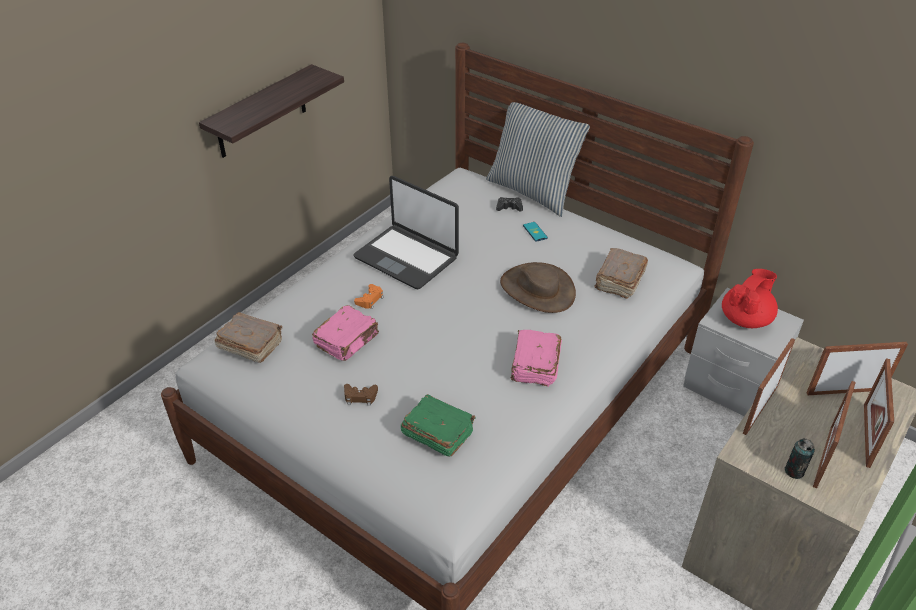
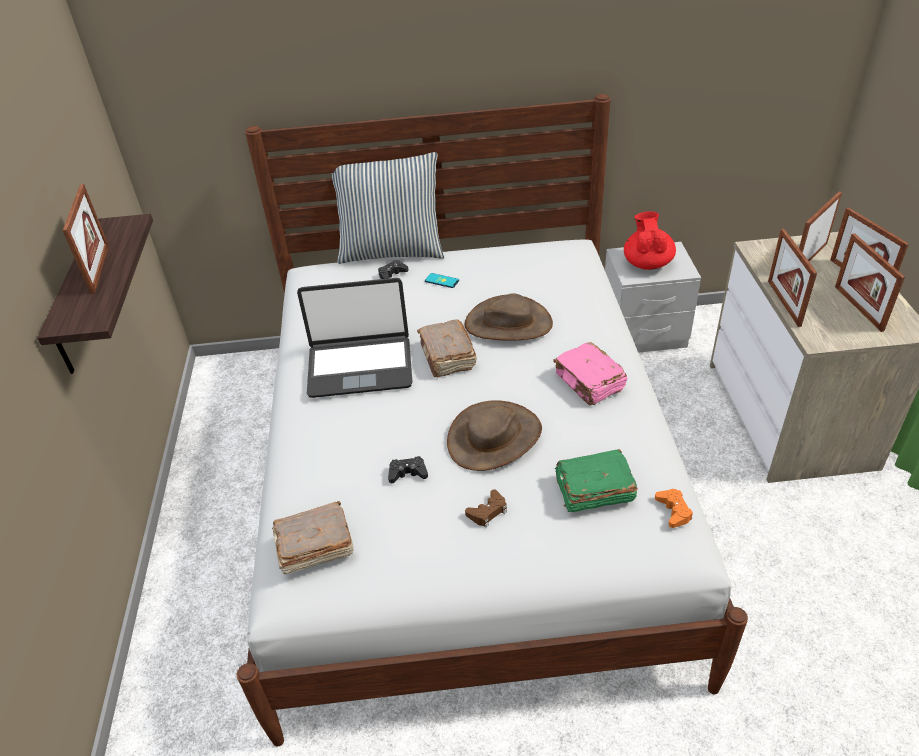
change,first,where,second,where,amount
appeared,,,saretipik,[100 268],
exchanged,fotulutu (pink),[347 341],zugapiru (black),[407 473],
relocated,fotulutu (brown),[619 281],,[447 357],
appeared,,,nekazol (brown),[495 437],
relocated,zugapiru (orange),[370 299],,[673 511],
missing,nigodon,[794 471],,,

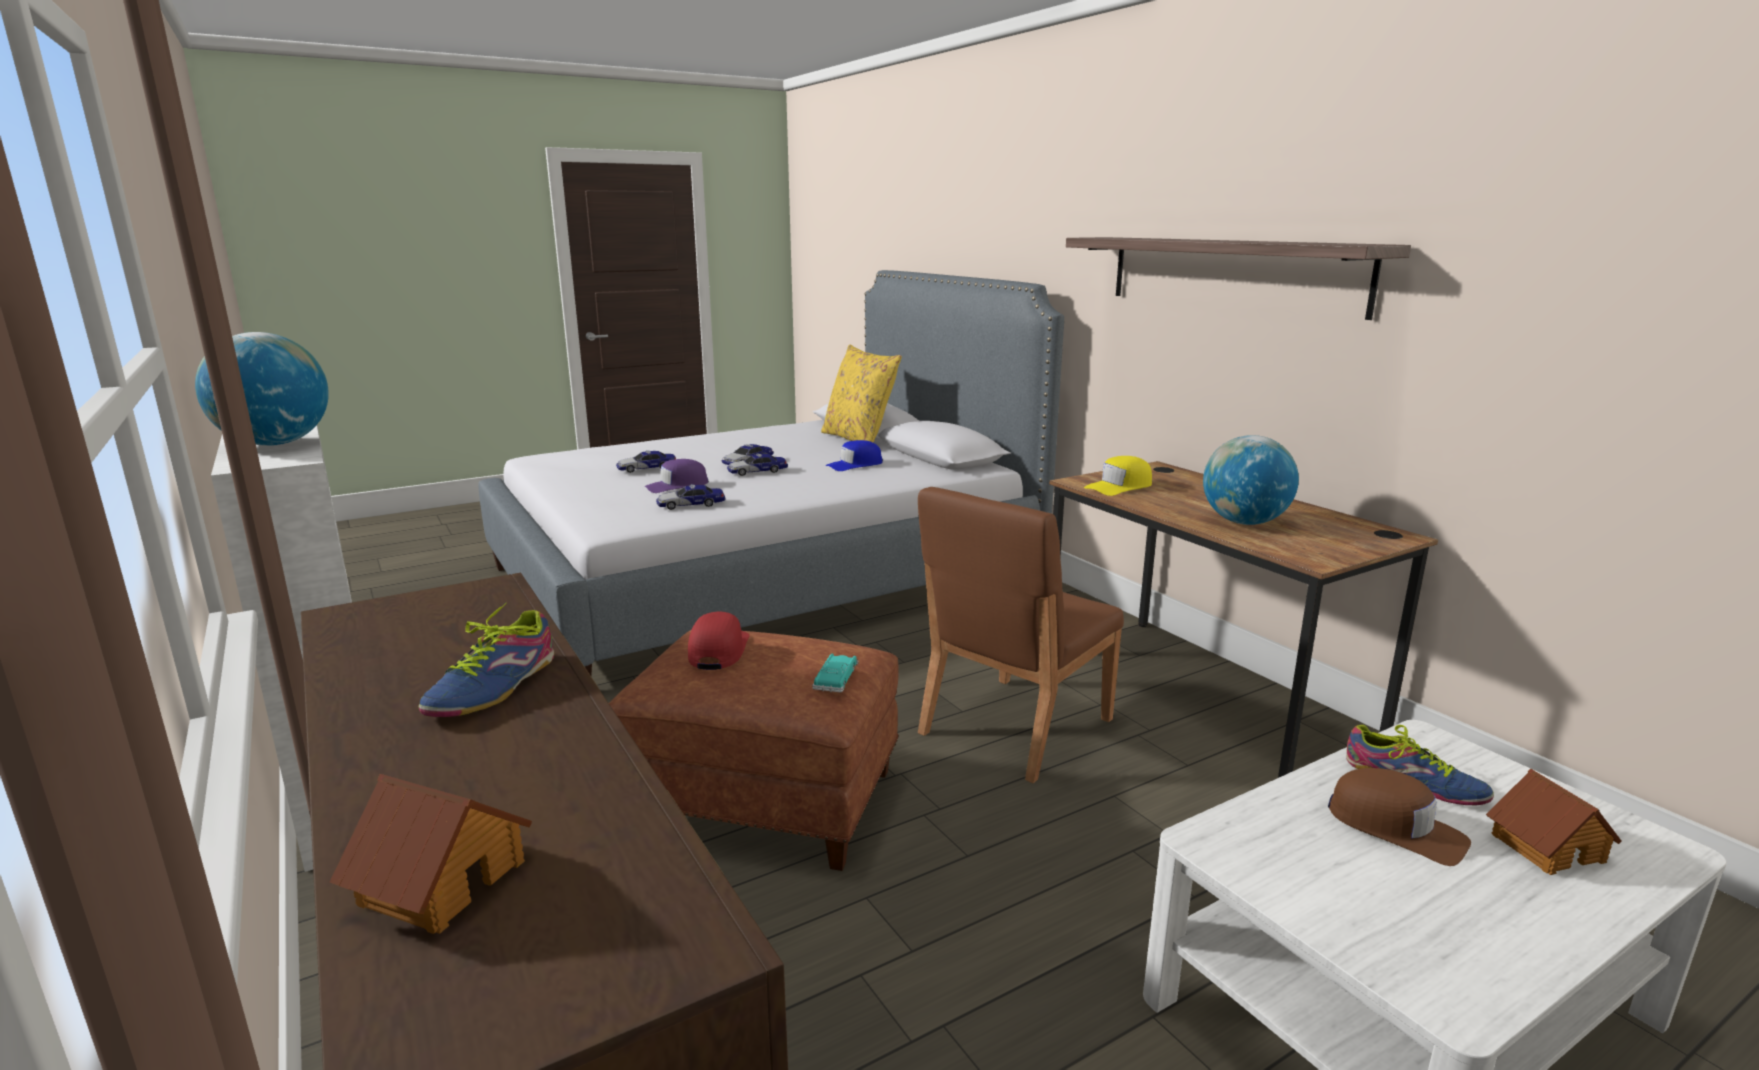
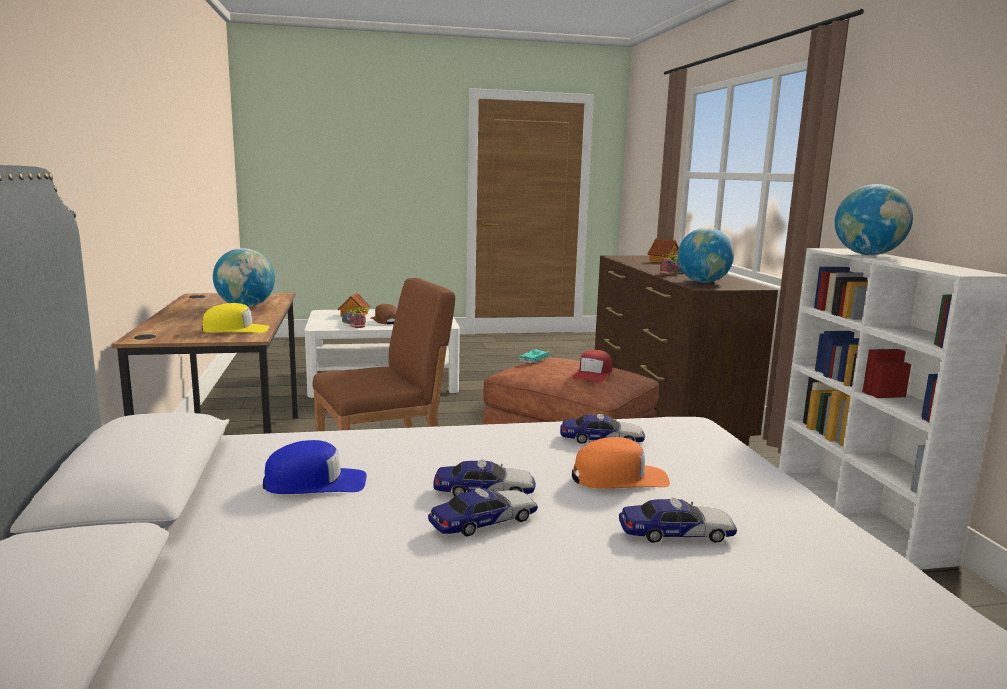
change,first,where,second,where,amount
colour,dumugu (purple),[677 486],dumugu (orange),[619 478],
appeared,,,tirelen,[702 282],
missing,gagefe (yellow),[859 439],,,
missing,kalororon,[1231 273],,,

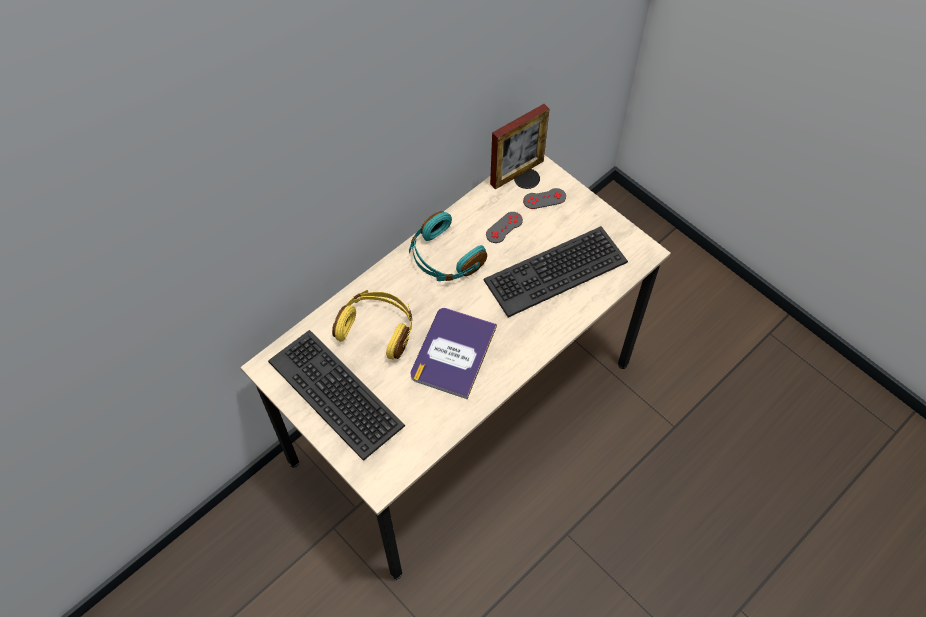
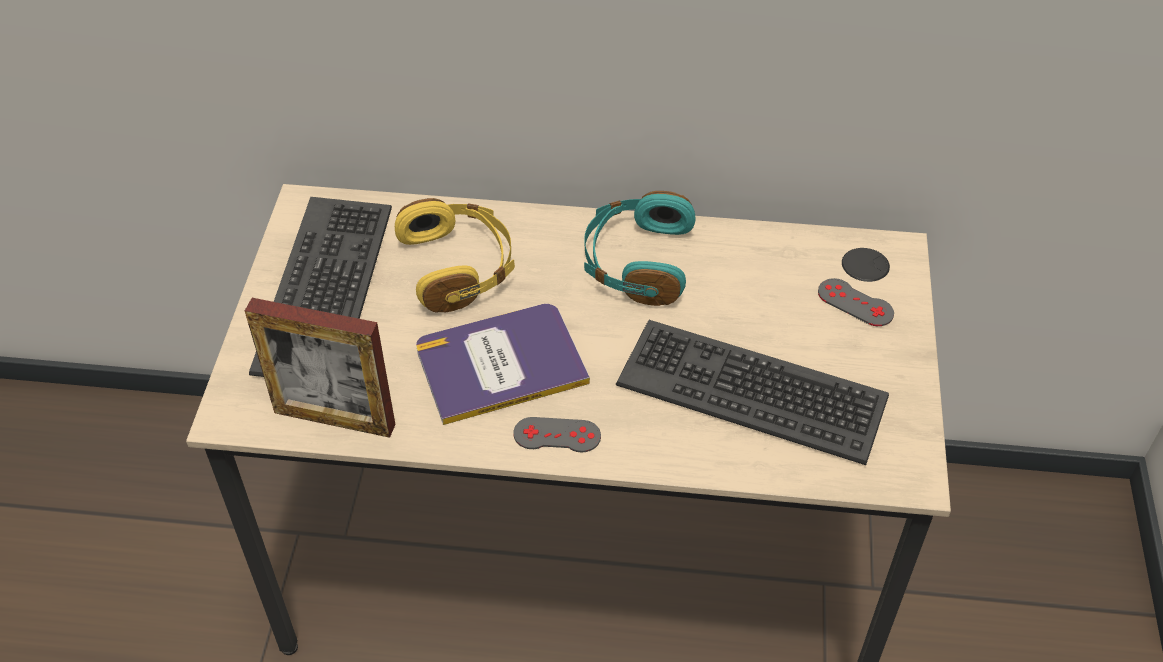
change,first,where,second,where,amount
relocated,saretipik,[517 172],,[334 418],
relocated,zugapiru (grey),[504 227],,[557 435],

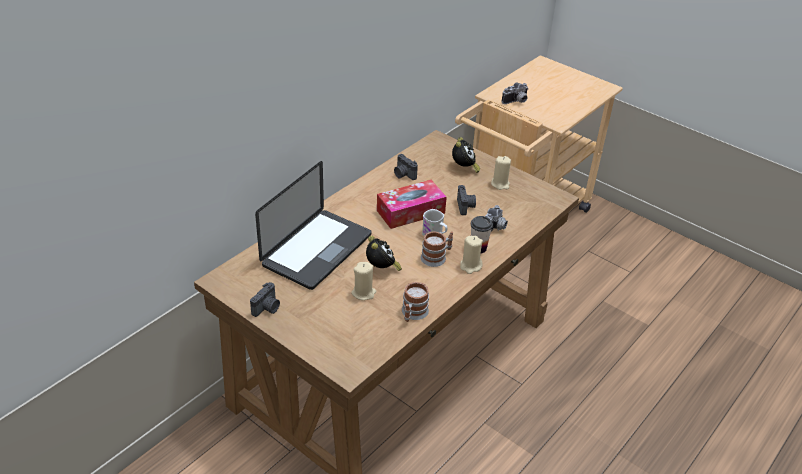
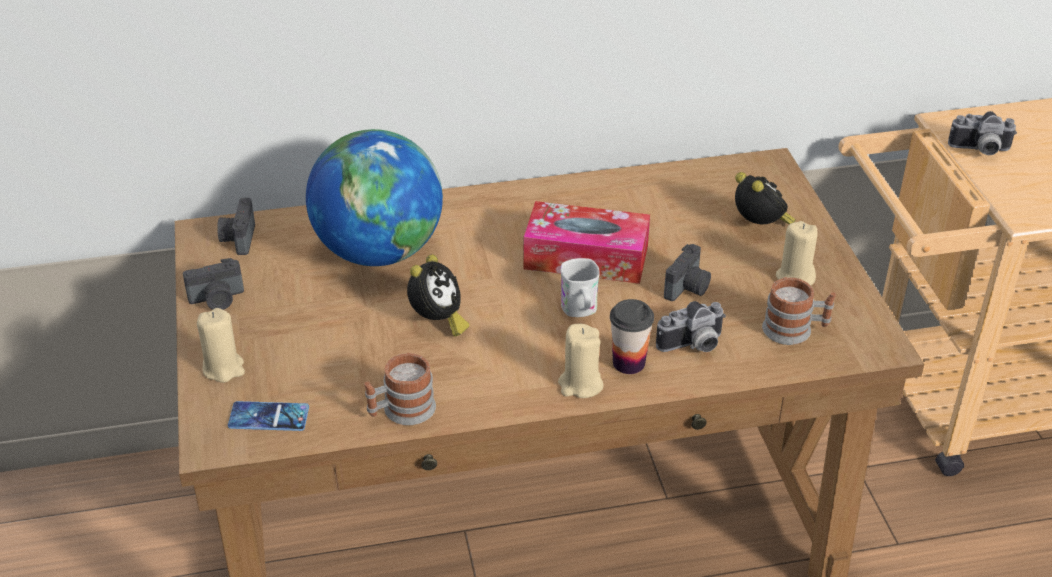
change,first,where,second,where,amount
relocated,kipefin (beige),[363 293],,[223 368],
relocated,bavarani,[403 174],,[238 239],
appeared,,,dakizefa,[269 417],
exchanged,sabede,[317 250],tirelen,[378 252],
spun,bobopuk,[464 168],,[760 227],75 degrees counterclockwise
relocated,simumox,[437 257],,[795 330],

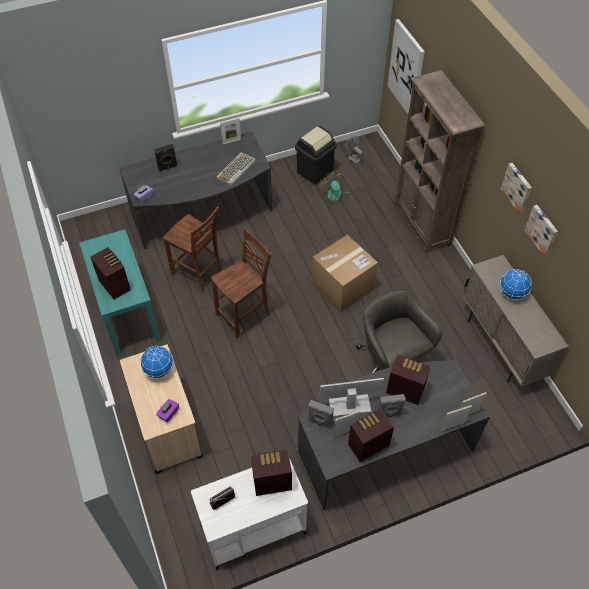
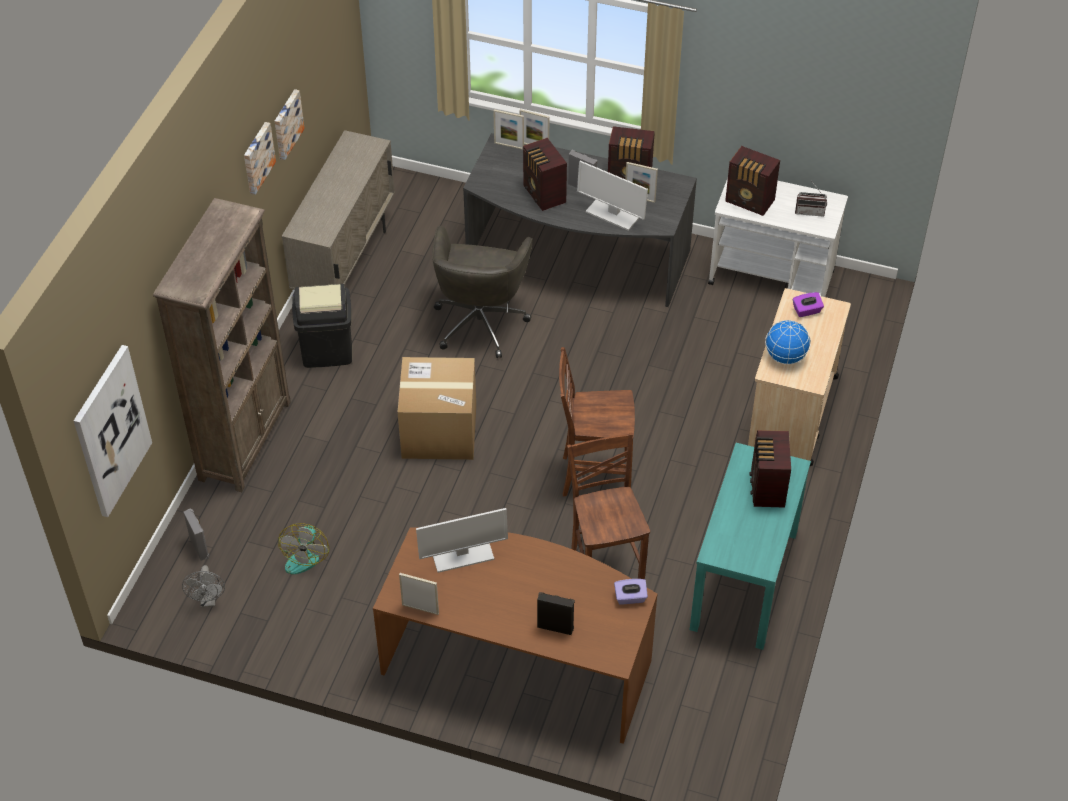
change,first,where,second,where,amount
relocated,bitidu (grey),[319 422],,[200 547],
relocated,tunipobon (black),[314 171],,[327 350],
colour,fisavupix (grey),[202 214],fisavupix (brown),[519 661],
exchanged,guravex,[236 169],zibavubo,[462 555],
missing,tirelen,[512 293],,,

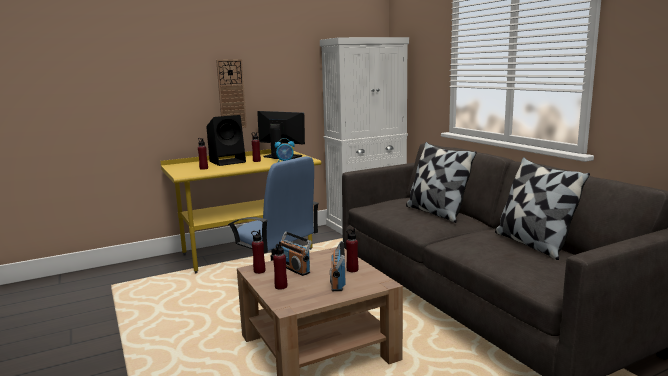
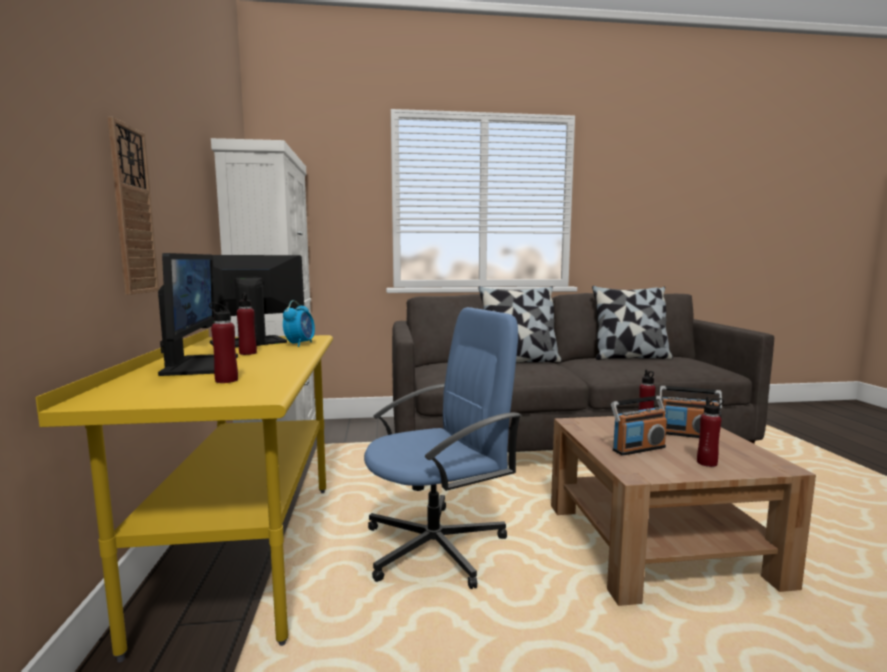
change,first,where,second,where,amount
exchanged,bitidu (black),[228 162],zibavubo,[199 365],
missing,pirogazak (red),[259 271],,,

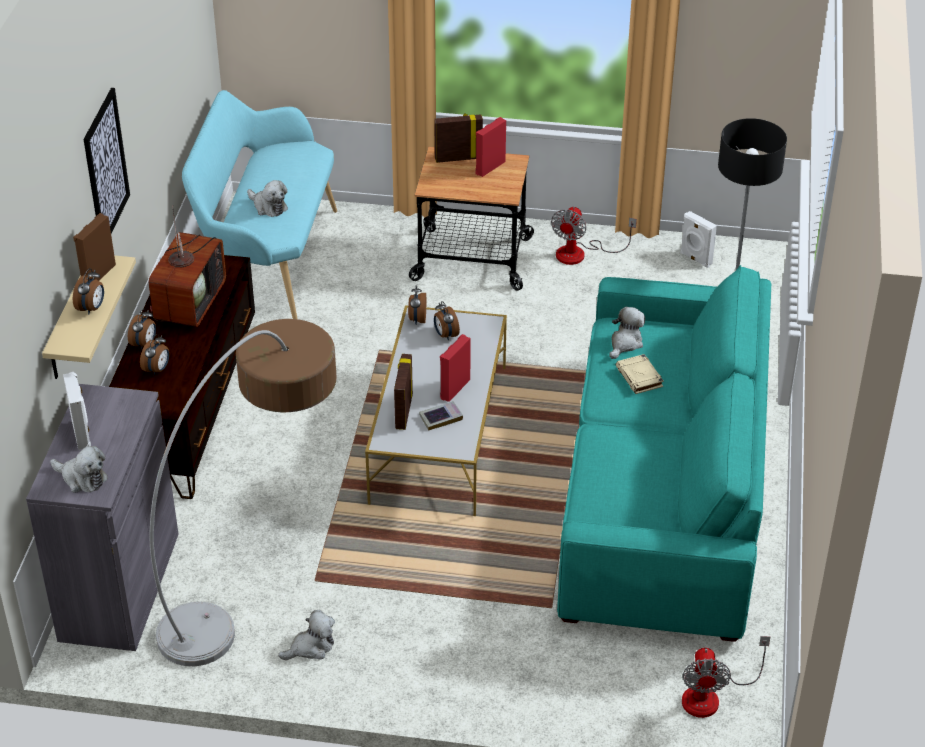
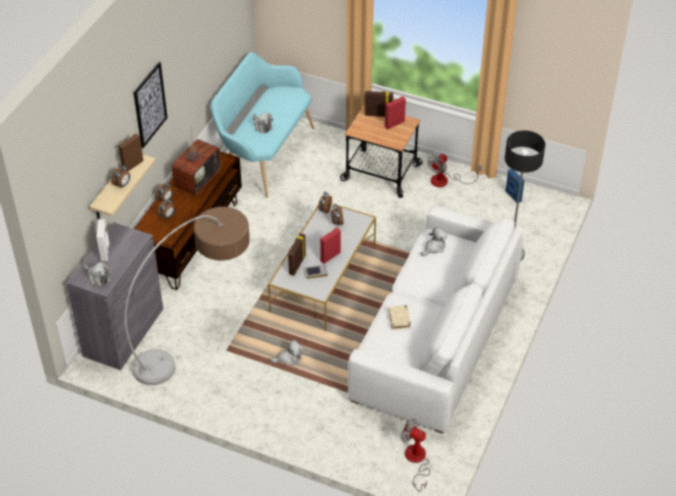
change,first,where,second,where,amount
relocated,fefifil,[311 647],,[288 358],
colour,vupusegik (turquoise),[663 491],vupusegik (white),[436 337],
relocated,fotulutu (beige),[639 377],,[399 319],
spun,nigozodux,[711 695],,[416 461],105 degrees clockwise
colour,bitidu (white),[695 259],bitidu (blue),[512 196],

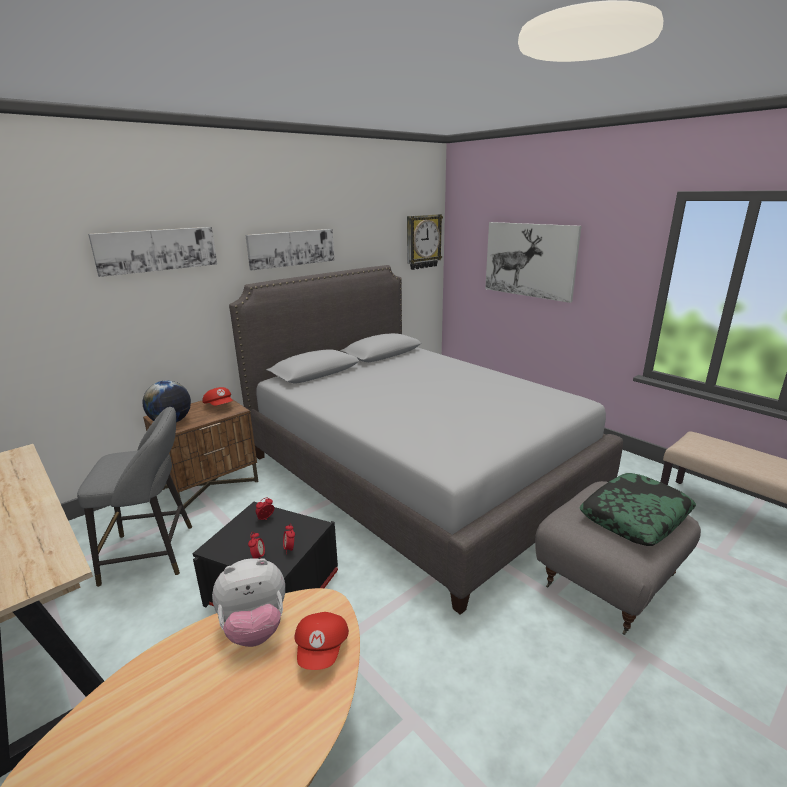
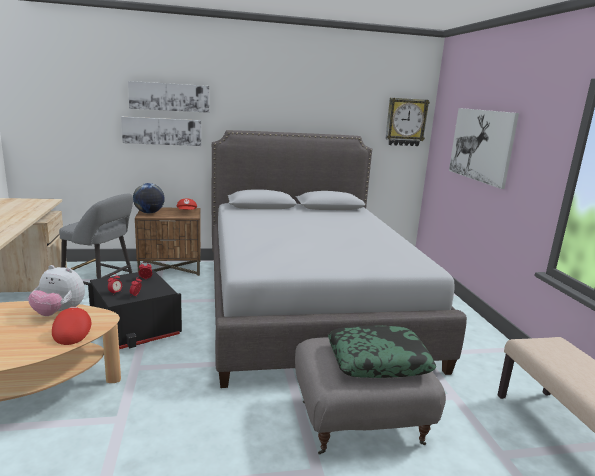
change,first,where,second,where,amount
spun,dumugu (red),[322 649],,[73 333],135 degrees clockwise
relocated,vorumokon,[291 248],,[162 131],

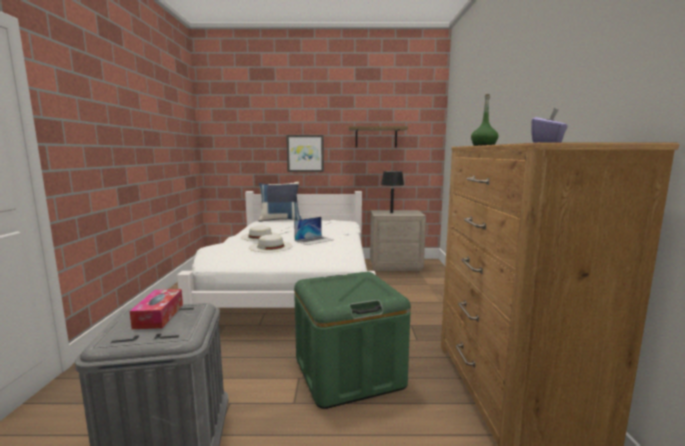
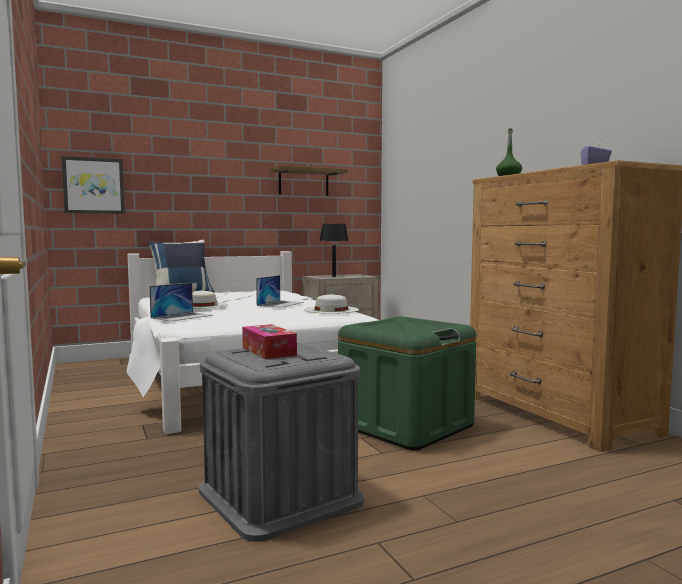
change,first,where,second,where,amount
relocated,vorumokon,[305 153],,[93 185],
appeared,,,sabede,[182 316],
relocated,nekazol (white),[271 246],,[331 310],

